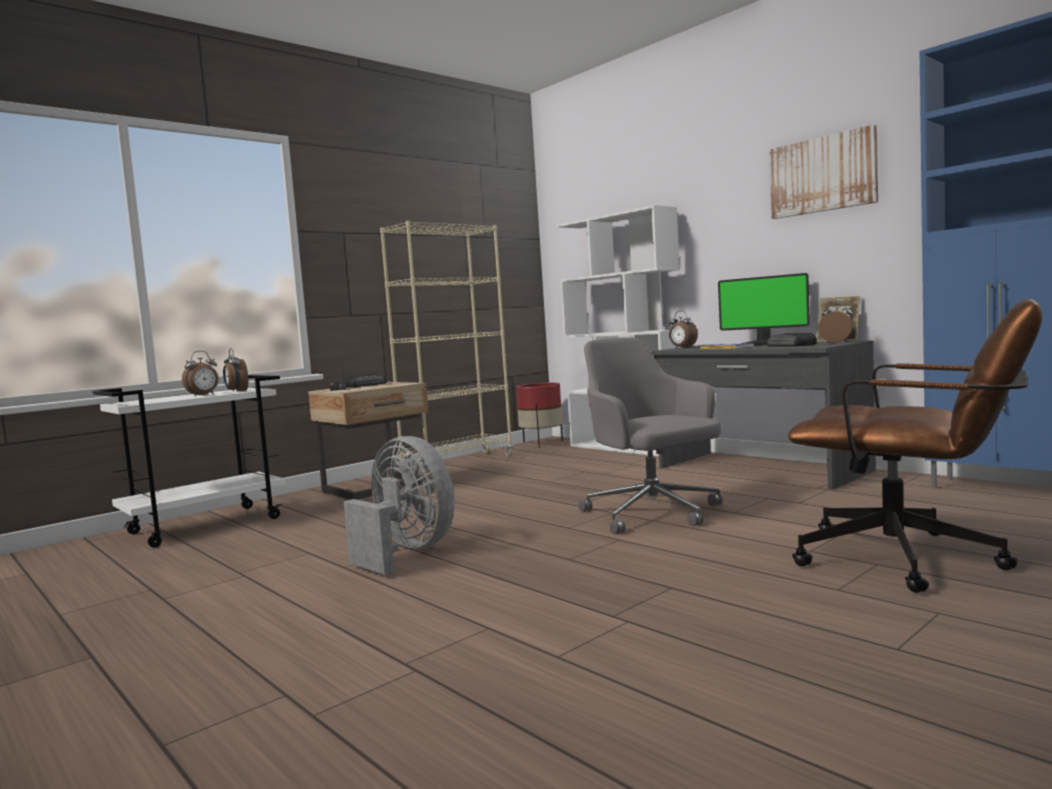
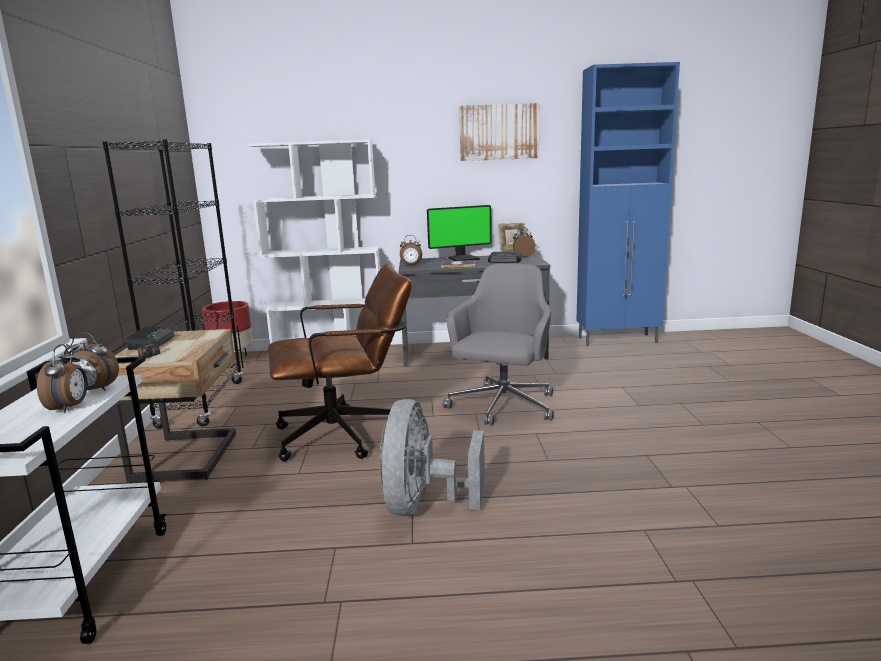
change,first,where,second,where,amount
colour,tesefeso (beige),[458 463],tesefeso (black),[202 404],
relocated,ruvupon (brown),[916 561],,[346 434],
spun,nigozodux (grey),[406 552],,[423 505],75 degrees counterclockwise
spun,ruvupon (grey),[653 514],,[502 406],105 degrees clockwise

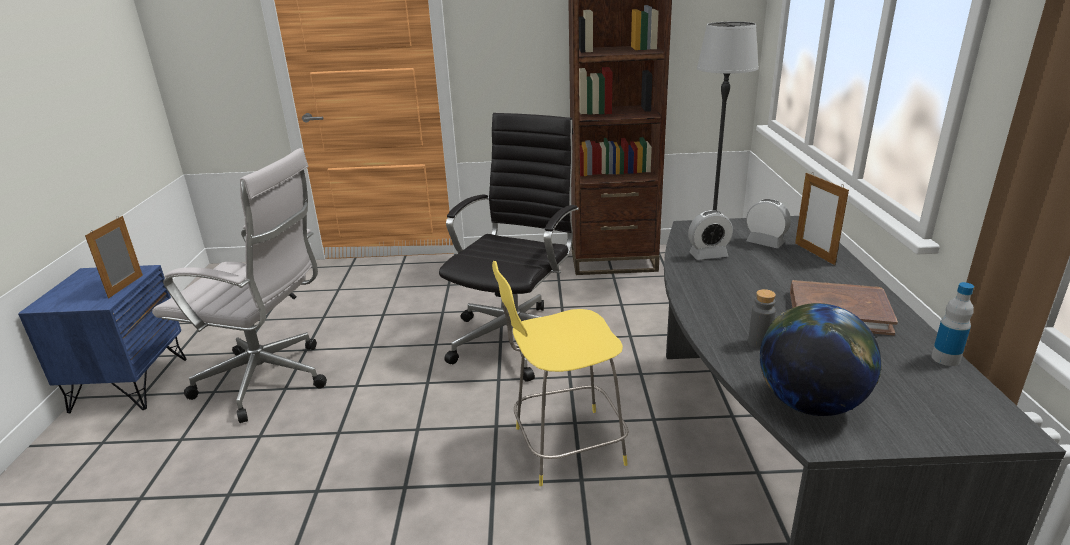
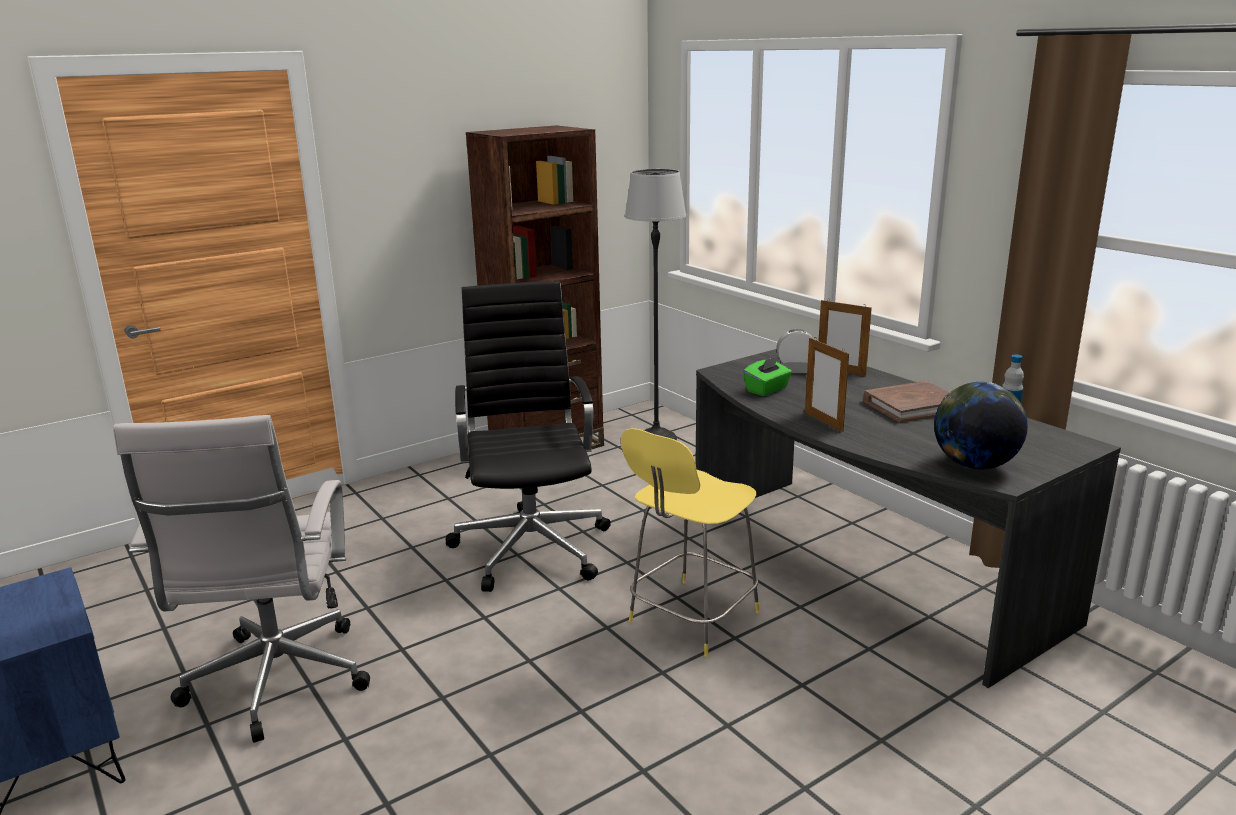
change,first,where,second,where,amount
spun,ruvupon (white),[269 381],,[276 685],105 degrees clockwise
exchanged,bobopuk,[708 255],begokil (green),[767 390],
relocated,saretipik,[126 286],,[823 421],
missing,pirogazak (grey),[759 343],,,

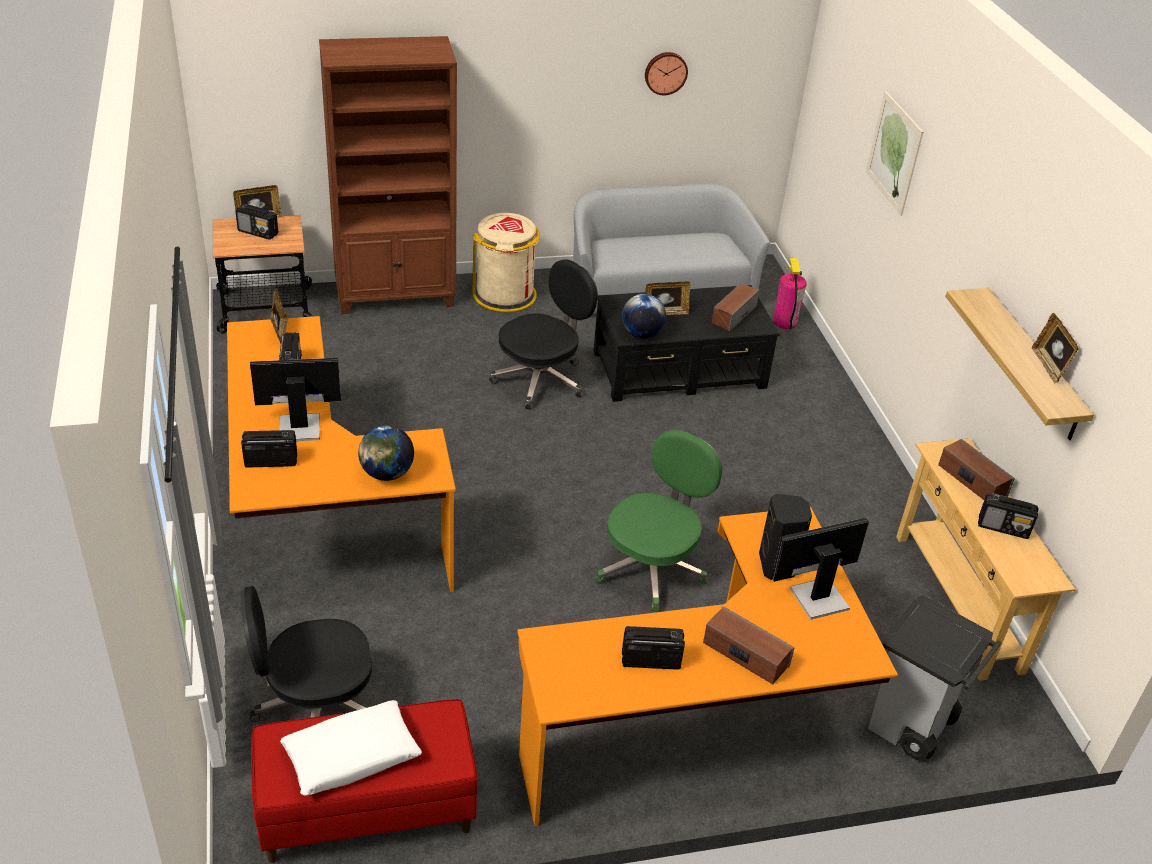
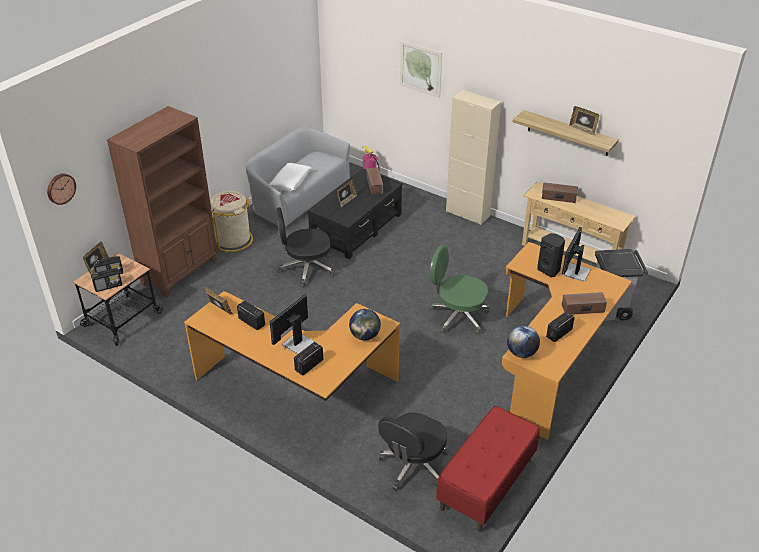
change,first,where,second,where,amount
relocated,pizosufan,[665 72],,[60 188],
relocated,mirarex,[1004 527],,[108 286],
relocated,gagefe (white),[351 756],,[291 181],
spun,ruvupon (black),[541 380],,[306 269],105 degrees counterclockwise
spun,ruvupon (green),[652 568],,[457 316],60 degrees counterclockwise
appeared,,,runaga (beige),[467 213],
relocated,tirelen,[641 334],,[521 353],

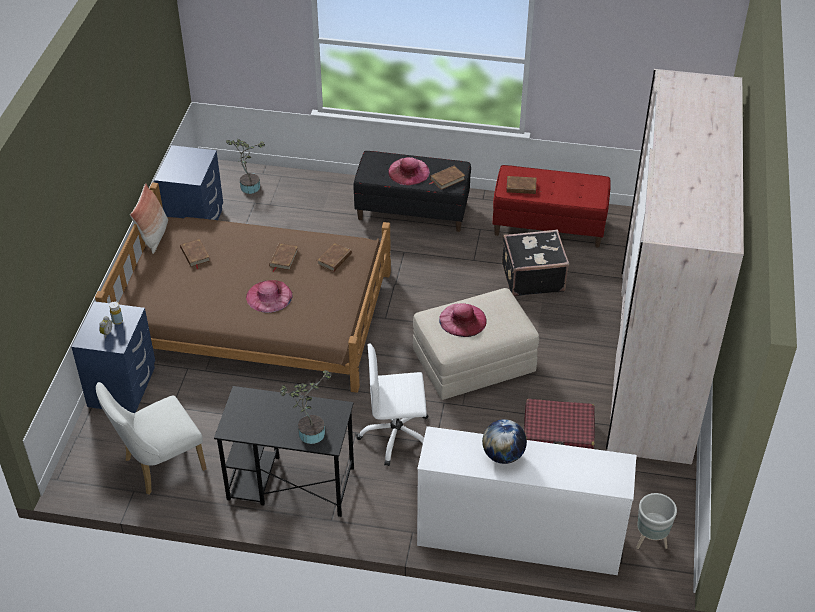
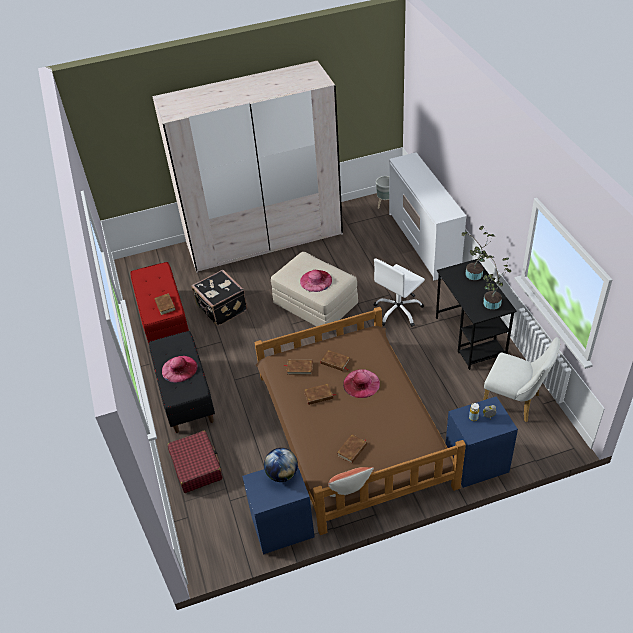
change,first,where,second,where,amount
relocated,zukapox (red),[558 437],,[196 466],
relocated,tirelen,[503 455],,[282 474],
relocated,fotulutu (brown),[447 179],,[335 362],
spun,ruvupon (white),[396 436],,[398 311],75 degrees clockwise
relocated,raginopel,[249 185],,[491 304],

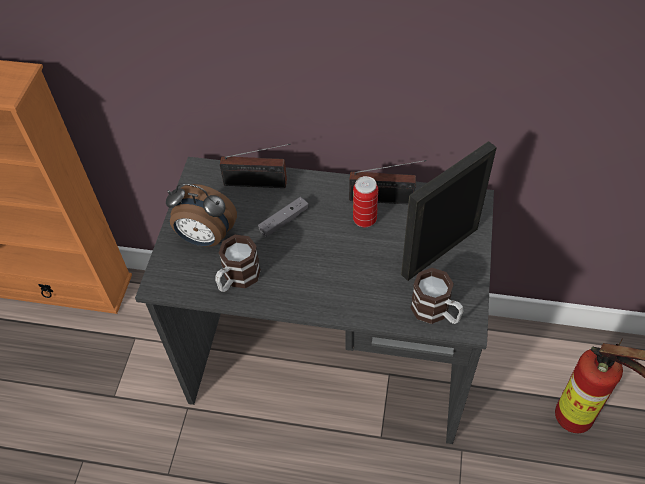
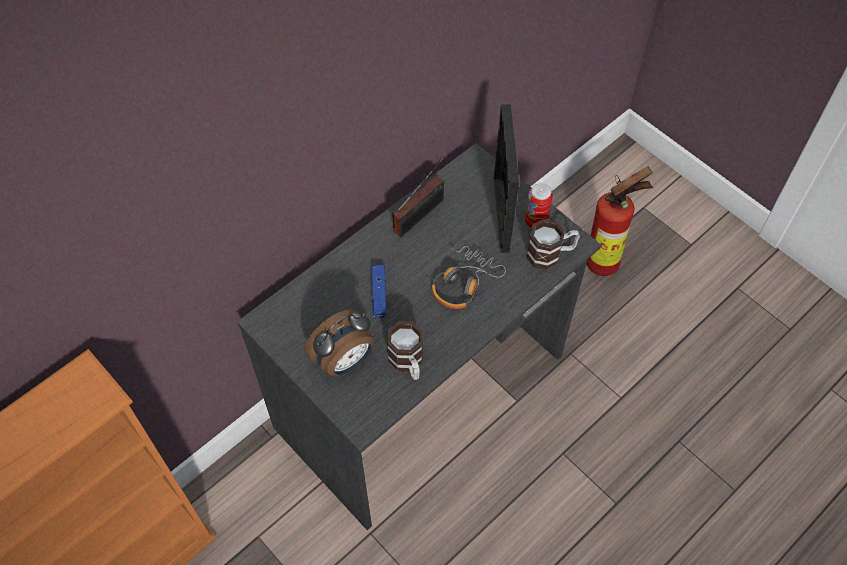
change,first,where,second,where,amount
colour,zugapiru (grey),[284 221],zugapiru (blue),[379 294],
appeared,,,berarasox,[463 283],
relocated,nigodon,[364 220],,[535 222],
missing,mirarex,[259 183],,,

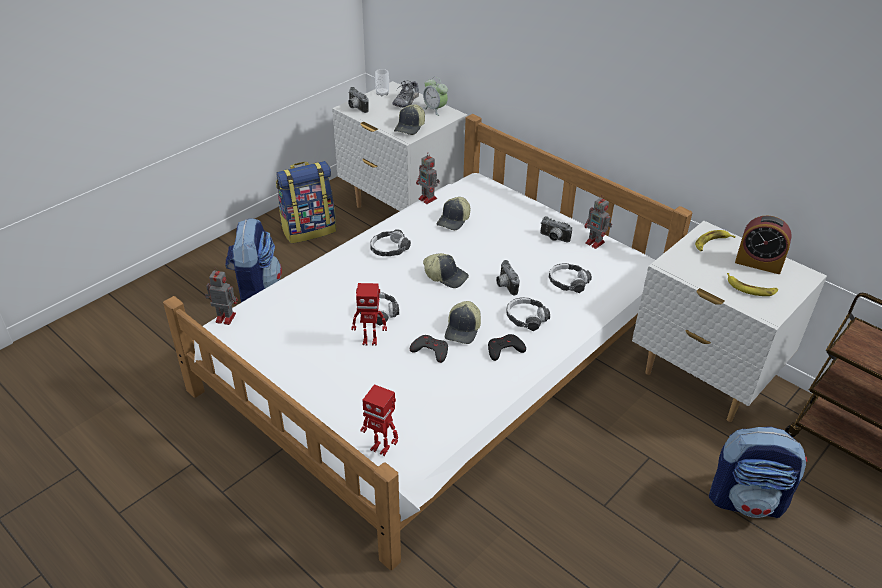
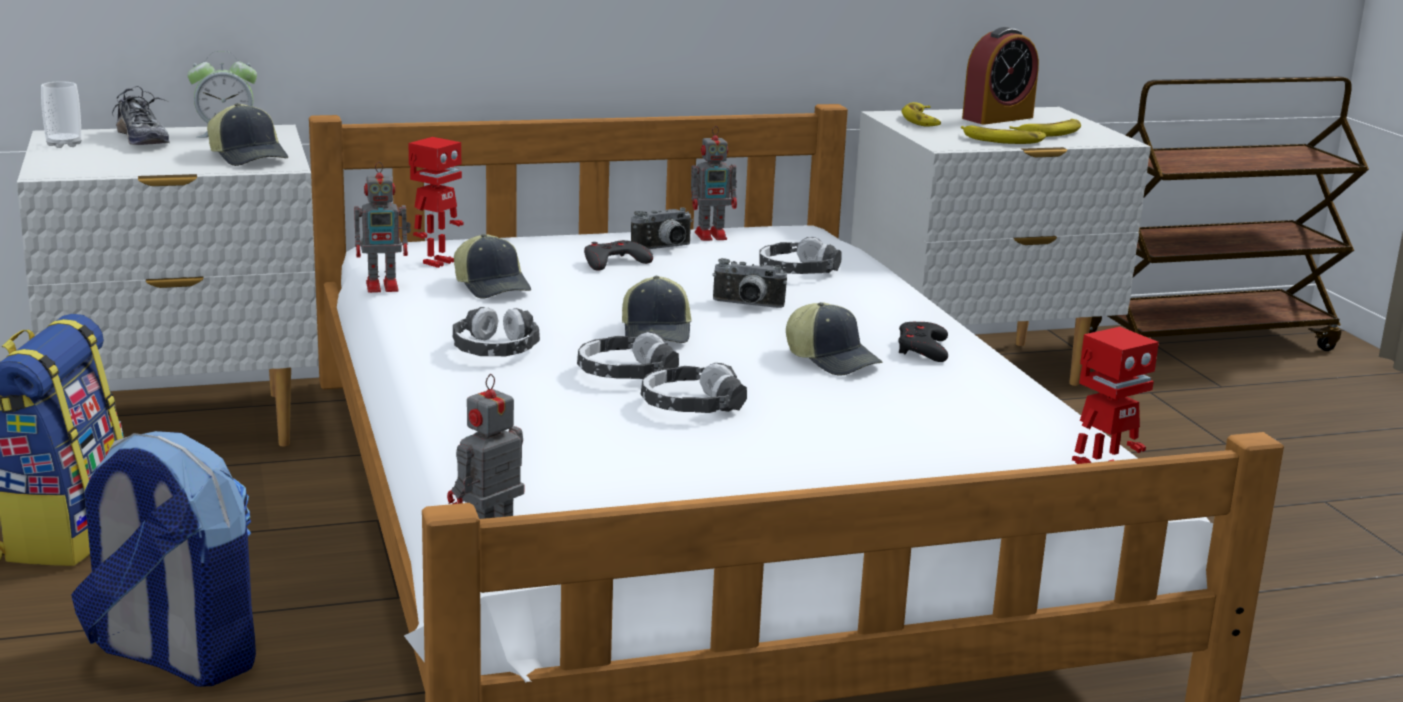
change,first,where,second,where,amount
relocated,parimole,[370 340],,[437 262],
relocated,berarasox,[526 318],,[626 372],
relocated,zugapiru (grey),[430 351],,[614 262],
spun,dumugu,[446 276],,[657 333],120 degrees clockwise
appeared,,,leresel,[1003 140],
missing,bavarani,[356 108],,,
missing,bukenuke,[747 500],,,

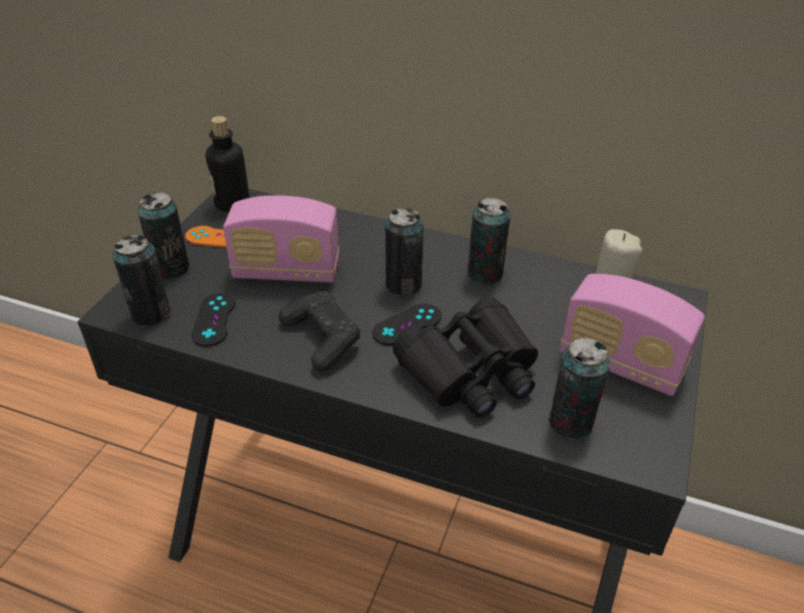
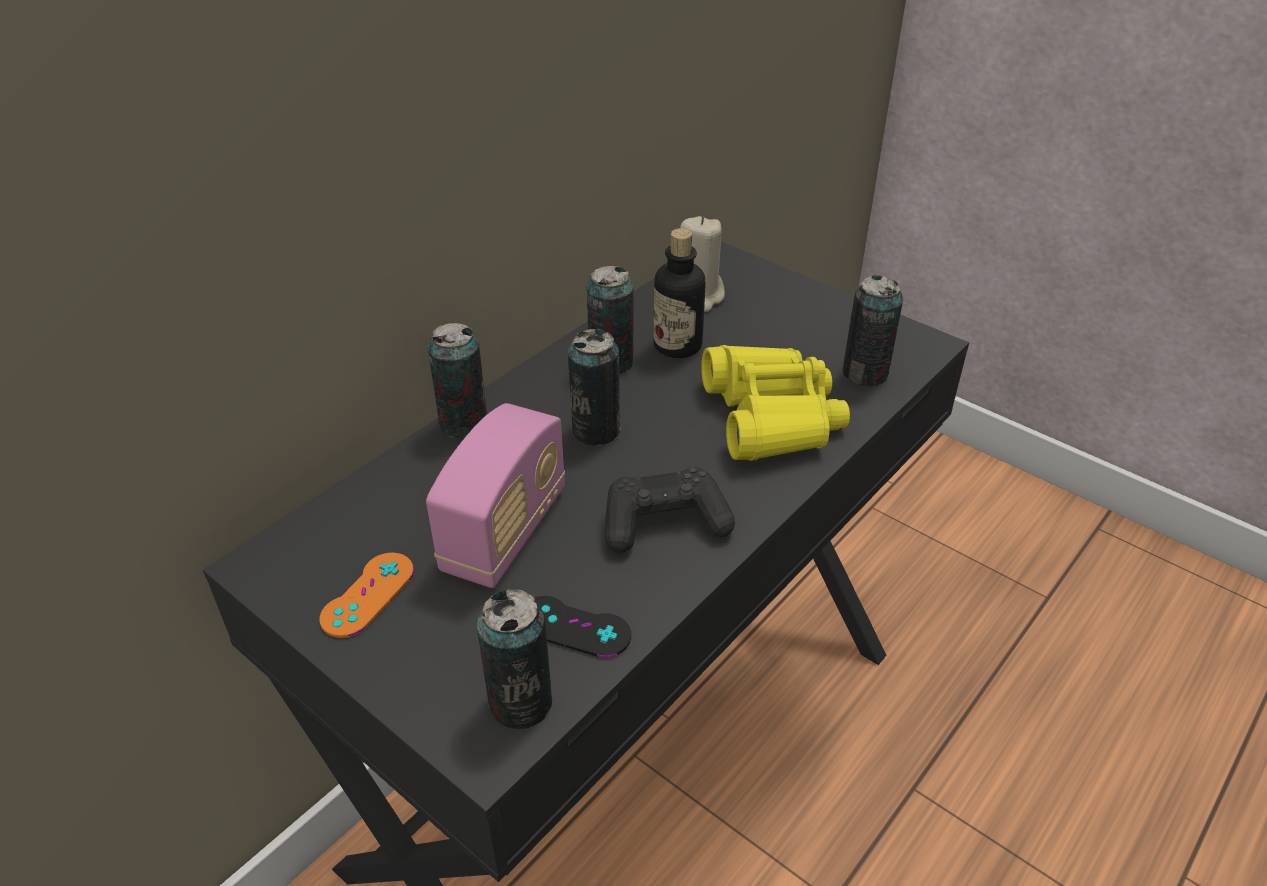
change,first,where,second,where,amount
relocated,nigodon,[171 268],,[463 424],
relocated,pirogazak,[232 203],,[677 346],
colour,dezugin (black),[471 371],dezugin (yellow),[771 417],
missing,zugapiru (black),[407 325],,,
missing,mirarex,[620 364],,,

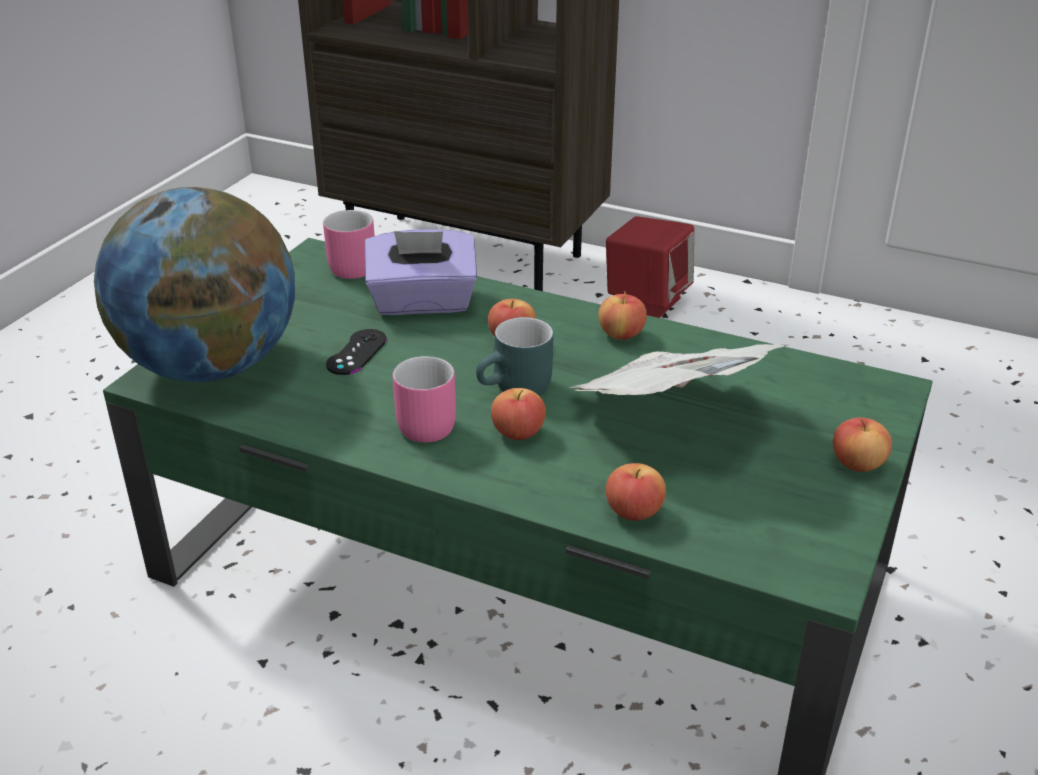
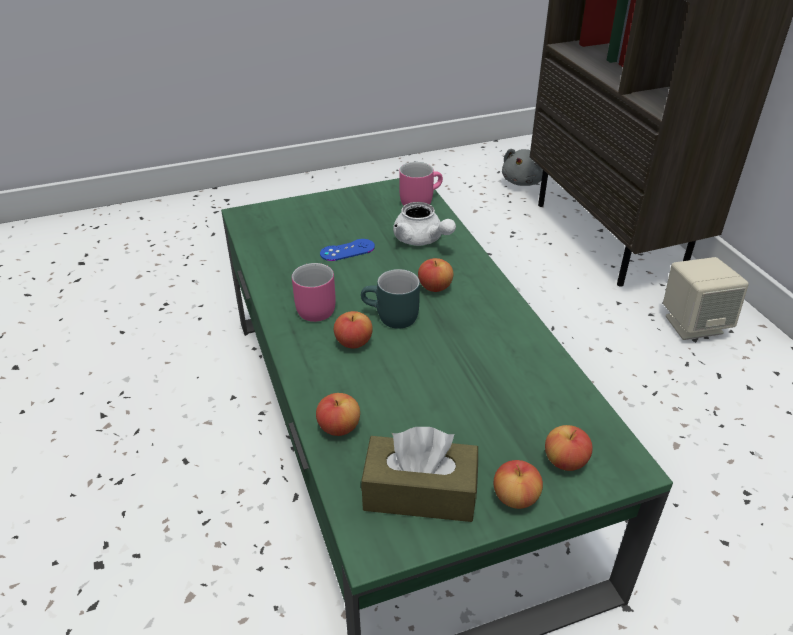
change,first,where,second,where,amount
colour,zugapiru (black),[356 352],zugapiru (blue),[347 250],
appeared,,,begokil (brown),[420 493],
exchanged,begokil (purple),[422 302],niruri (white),[421 240],
appeared,,,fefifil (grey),[523 181],
relocated,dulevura,[621 334],,[565 461],
colour,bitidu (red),[647 302],bitidu (beige),[693 324],
missing,tirelen,[211 366],,,
missing,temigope,[670 413],,,

